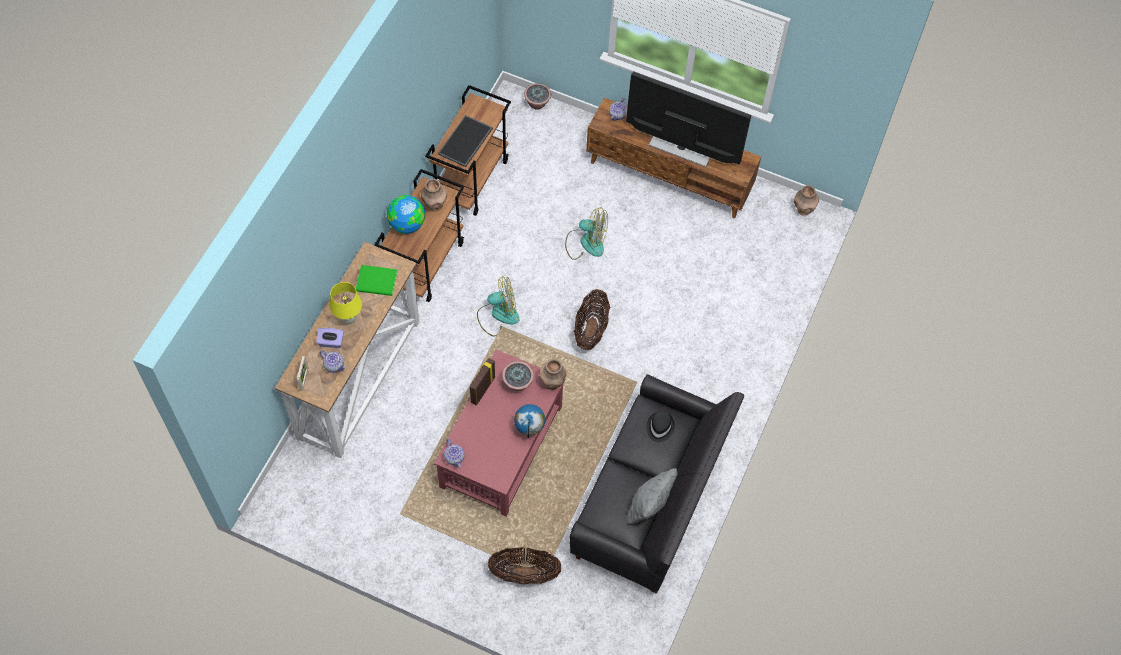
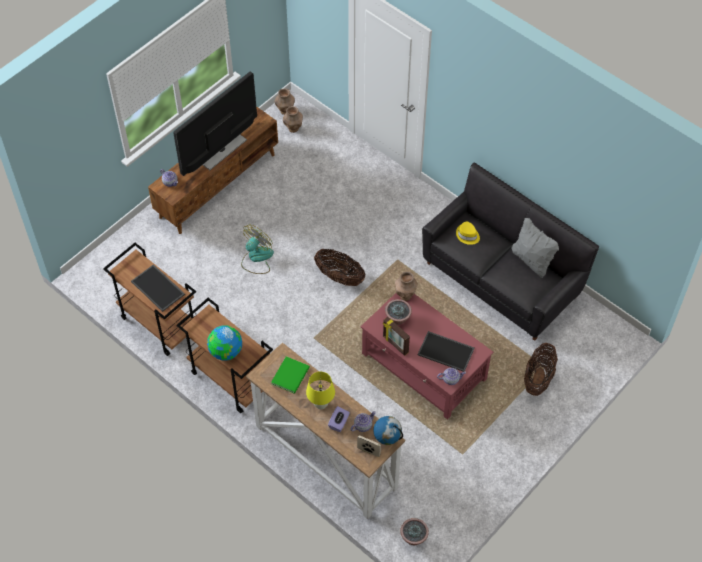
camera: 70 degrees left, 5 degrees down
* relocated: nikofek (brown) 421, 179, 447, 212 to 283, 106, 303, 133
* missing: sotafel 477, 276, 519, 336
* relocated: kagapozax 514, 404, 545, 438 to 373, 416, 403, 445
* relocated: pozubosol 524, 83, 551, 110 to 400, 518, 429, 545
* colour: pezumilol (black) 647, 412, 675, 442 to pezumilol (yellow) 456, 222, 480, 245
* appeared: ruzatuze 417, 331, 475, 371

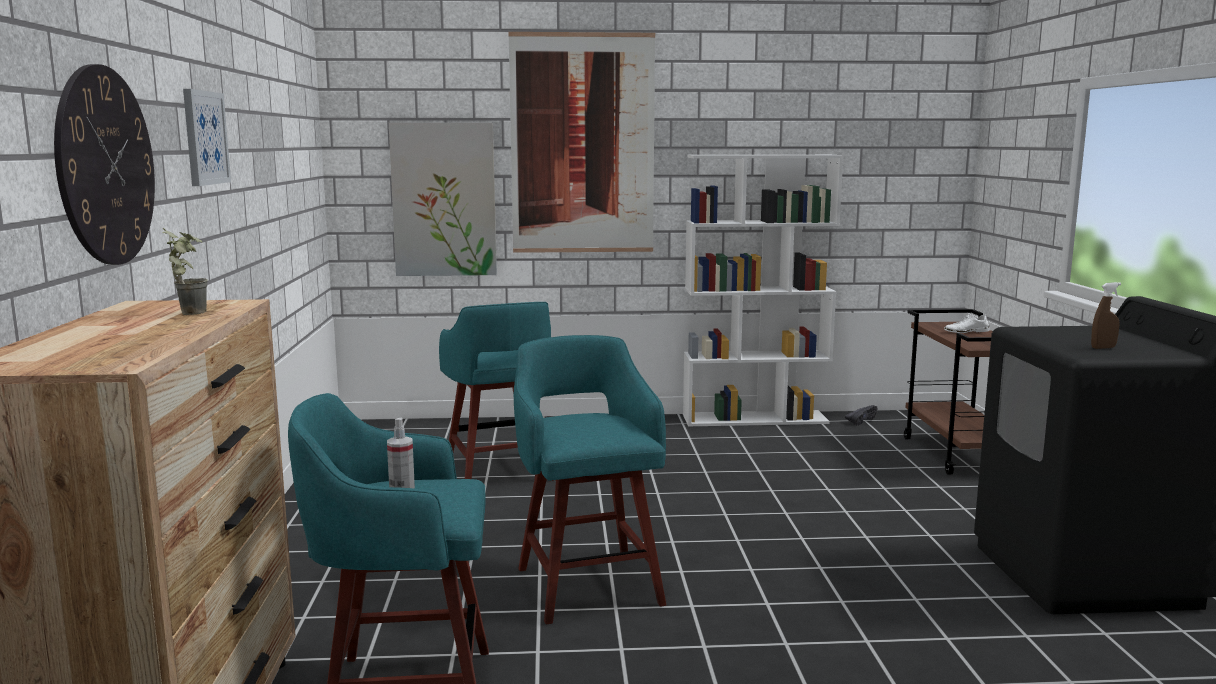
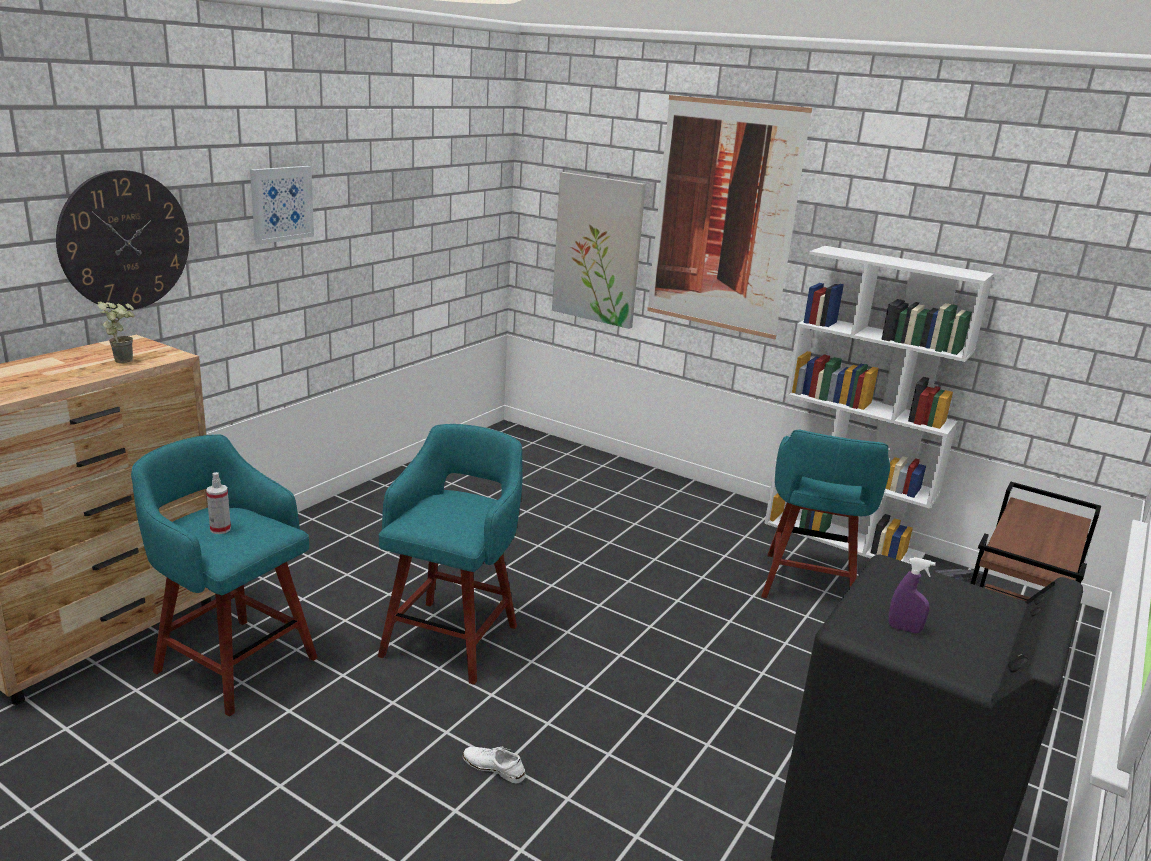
camera: 35 degrees right, 10 degrees up
* relocated: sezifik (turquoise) 439, 302, 554, 481 to 761, 429, 890, 598
* relocated: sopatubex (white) 944, 314, 990, 333 to 463, 747, 525, 783
* colour: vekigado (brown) 1091, 282, 1121, 349 to vekigado (purple) 888, 557, 936, 633

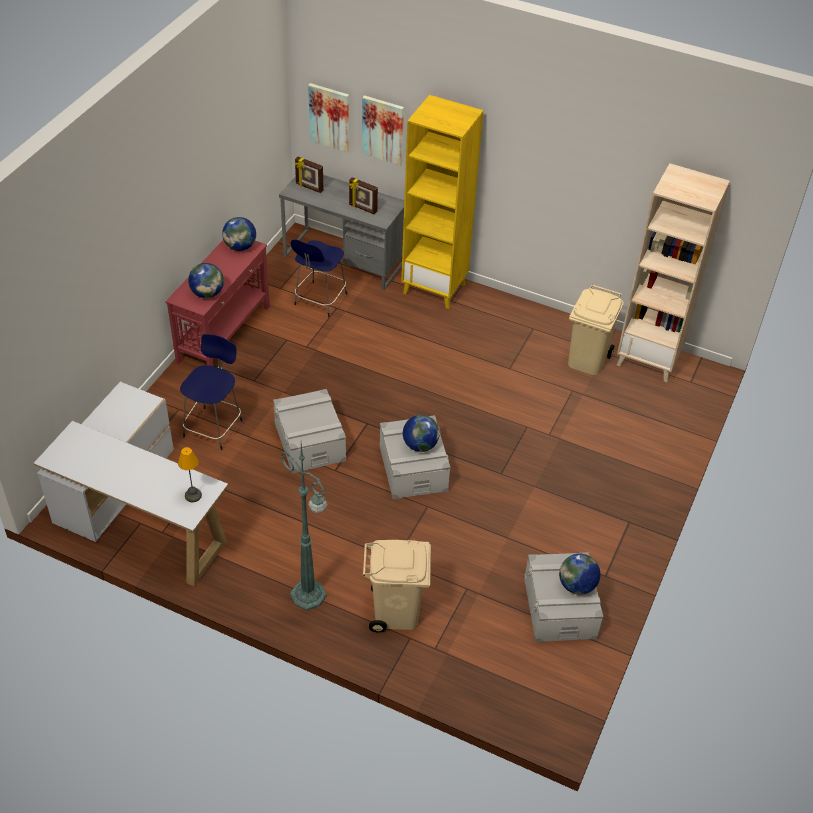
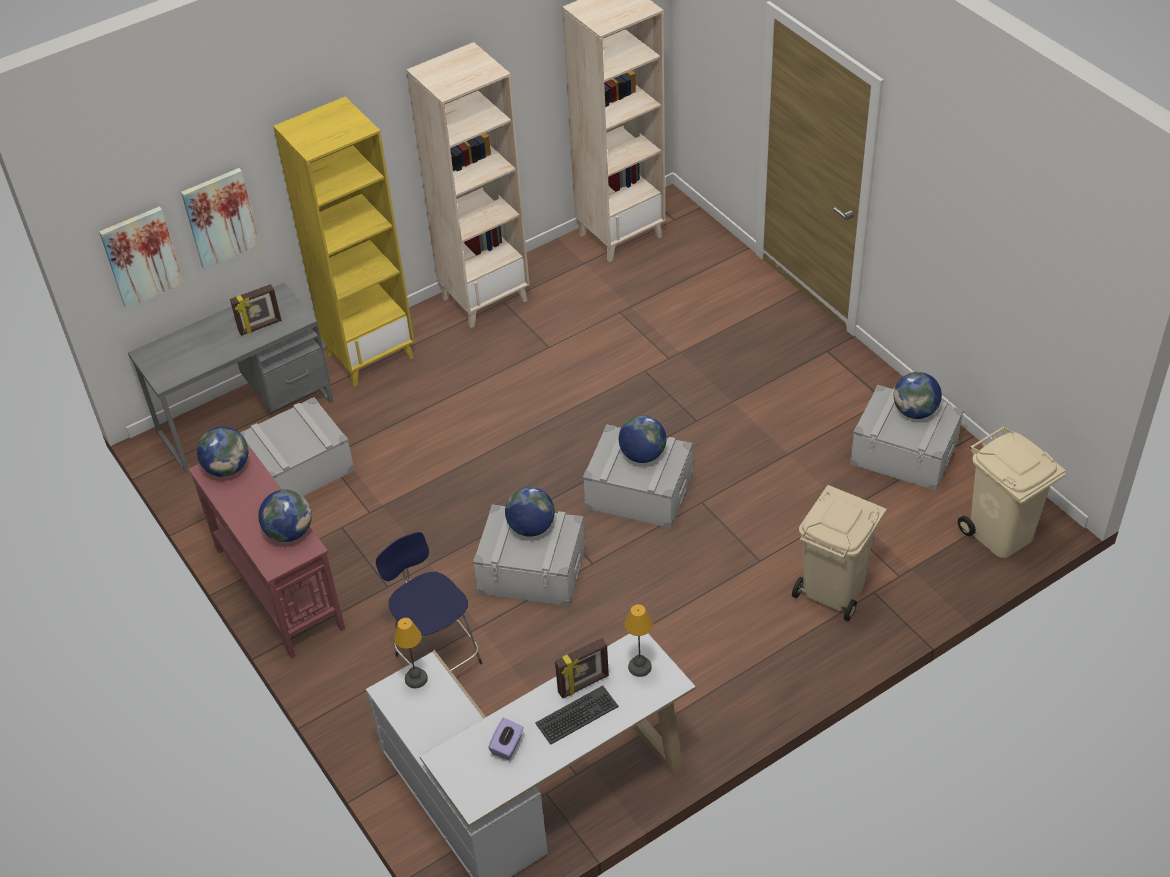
camera: 55 degrees left, 0 degrees up
* missing: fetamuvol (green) 281, 444, 328, 611
* exchanged: sezifik (blue) 291, 239, 347, 317 to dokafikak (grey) 240, 397, 355, 496
* relocated: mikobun 295, 157, 323, 193 to 555, 638, 609, 698
* relocated: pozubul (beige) 568, 284, 624, 375 to 958, 427, 1066, 558
* appeared: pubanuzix 394, 618, 428, 688
* appeared: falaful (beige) 406, 42, 529, 328
* appeared: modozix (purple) 488, 718, 524, 760
* appeared: kagapozax 505, 487, 555, 537
* appeared: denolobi 535, 685, 619, 745

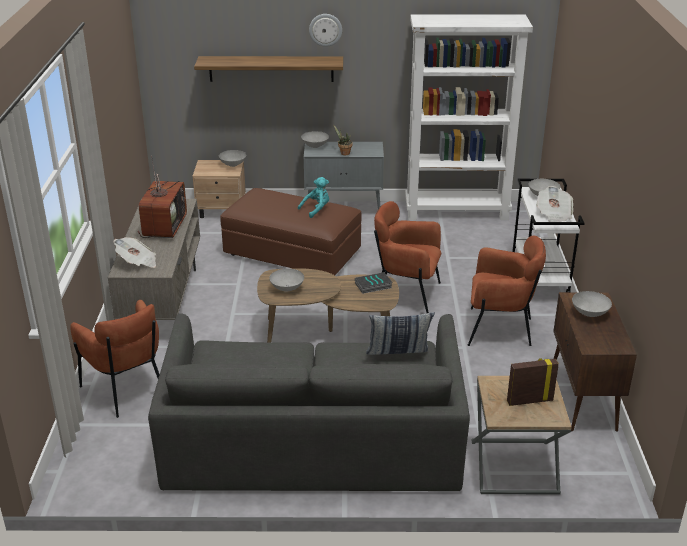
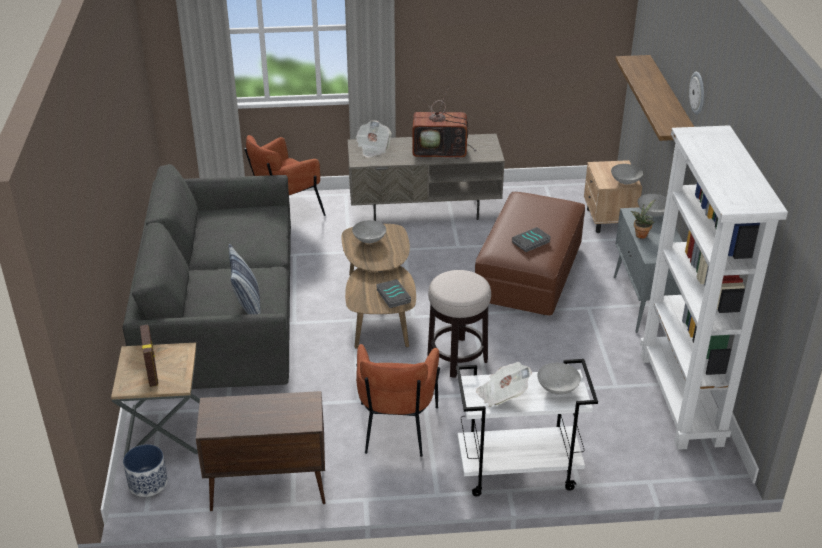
camera: 85 degrees right, 5 degrees up
* exchanged: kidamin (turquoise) 298, 177, 329, 218 to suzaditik 512, 227, 551, 252
* exchanged: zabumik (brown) 374, 201, 441, 313 to sezifik 427, 270, 491, 378
* missing: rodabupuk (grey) 572, 291, 612, 317
* appeared: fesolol 123, 444, 168, 497

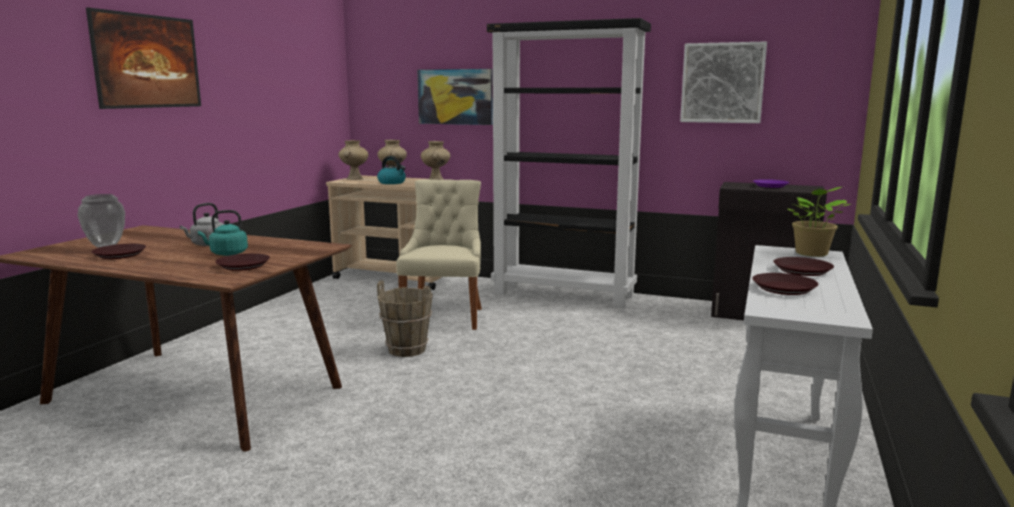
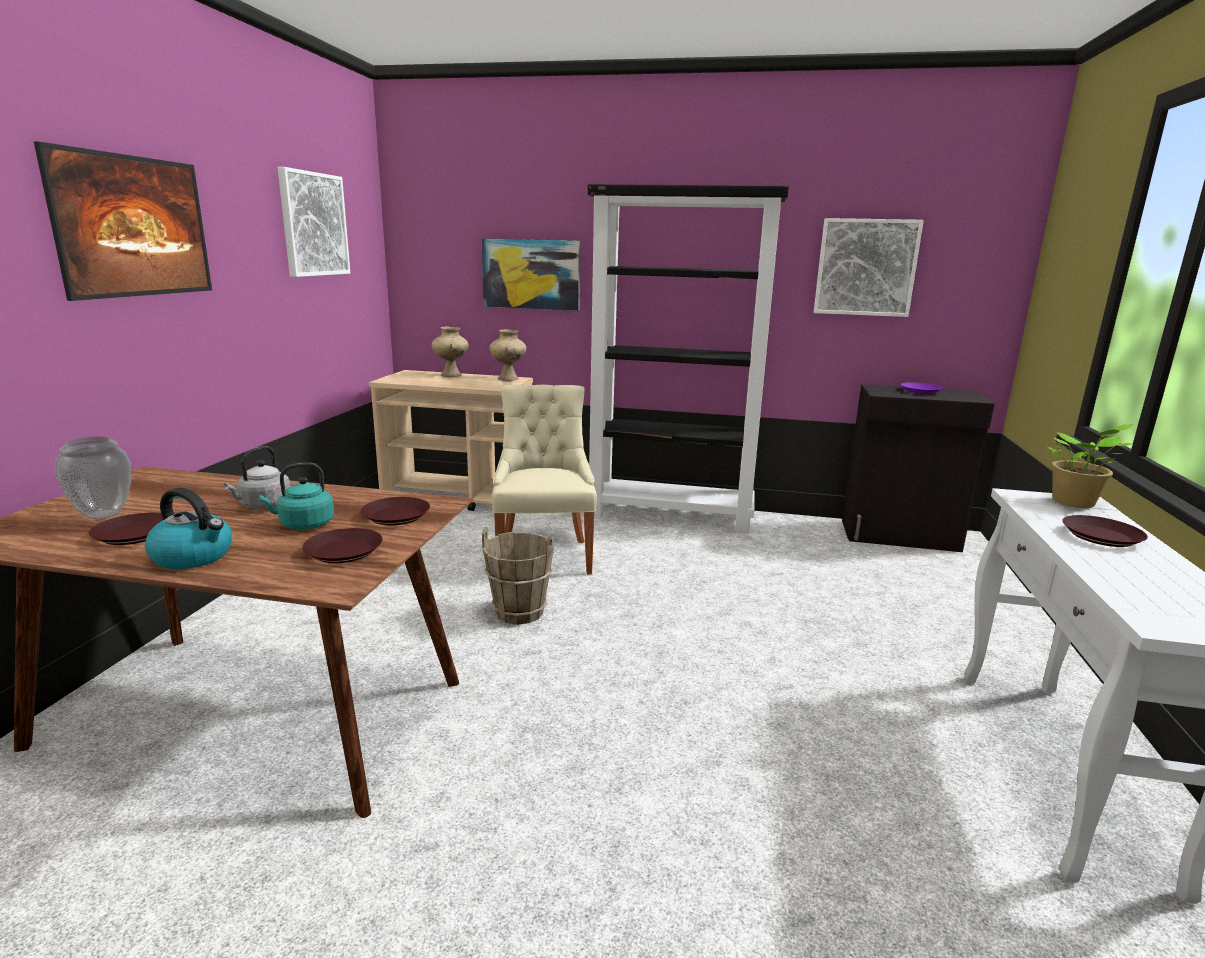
camera: 10 degrees left, 5 degrees up
* missing: nikofek (beige) 339, 140, 369, 180
* relocated: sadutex 377, 156, 406, 184 to 145, 487, 232, 569
* relocated: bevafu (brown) 752, 273, 818, 295 to 361, 497, 430, 525
* appeared: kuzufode 278, 167, 350, 277

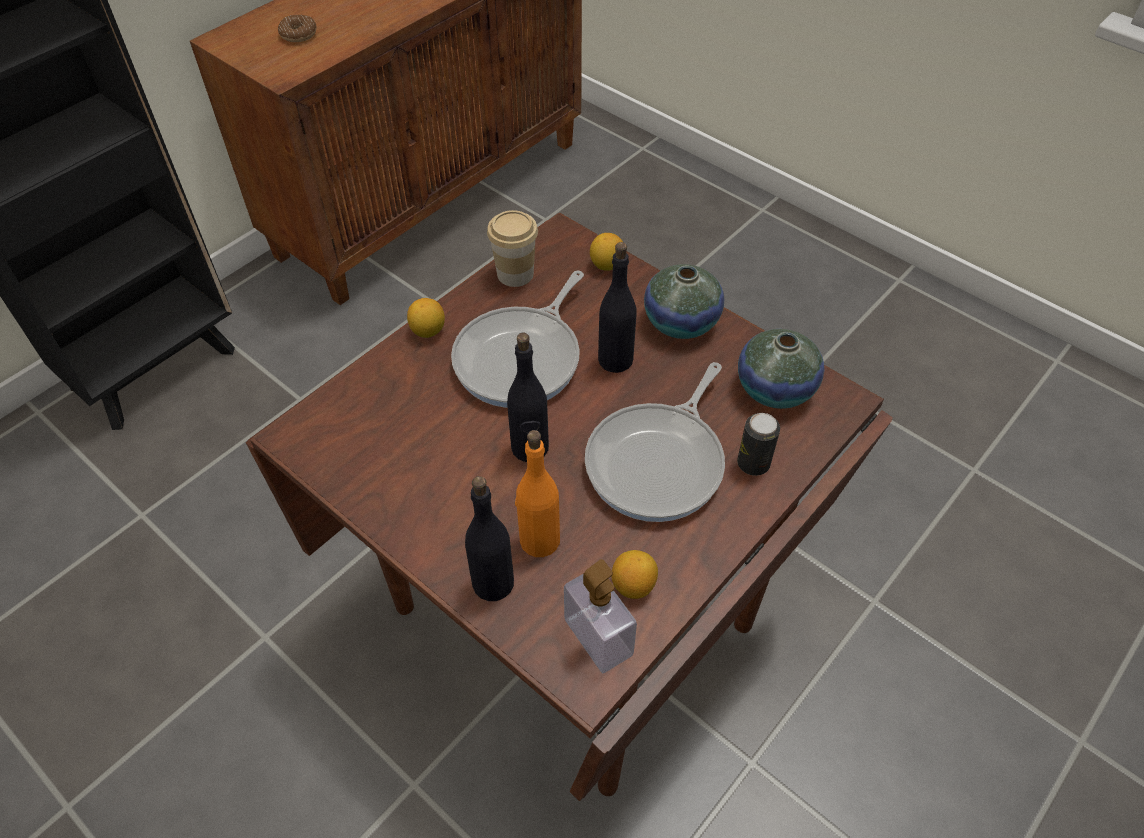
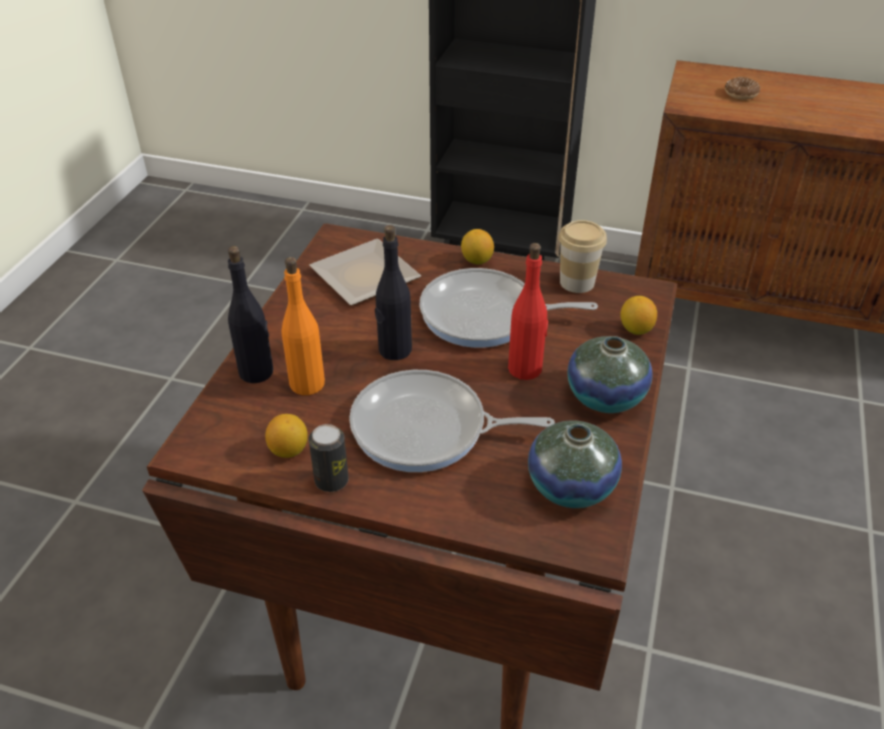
camera: 65 degrees right, 10 degrees down
* missing: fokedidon 564, 559, 637, 673
* colour: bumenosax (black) 598, 242, 637, 373 to bumenosax (red) 508, 243, 548, 380
* relocated: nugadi 737, 413, 780, 476 to 309, 424, 349, 492
* appeared: bevafu 309, 239, 421, 306

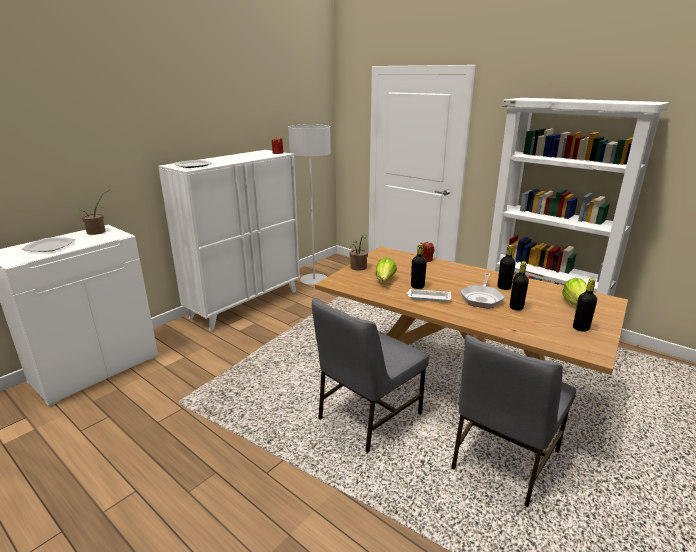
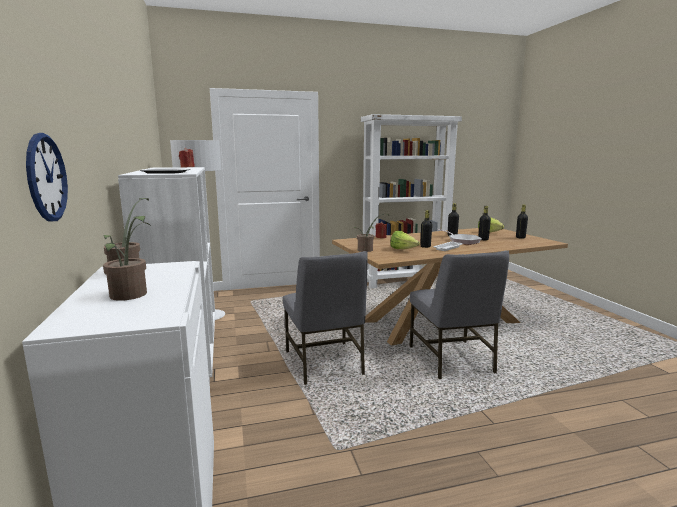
camera: 55 degrees left, 10 degrees down
* exchanged: bevafu 21, 237, 75, 252 to pozubosol 103, 216, 147, 301
* relocated: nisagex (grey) 451, 335, 576, 507 to 283, 251, 368, 385
* appeared: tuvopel 26, 133, 68, 221

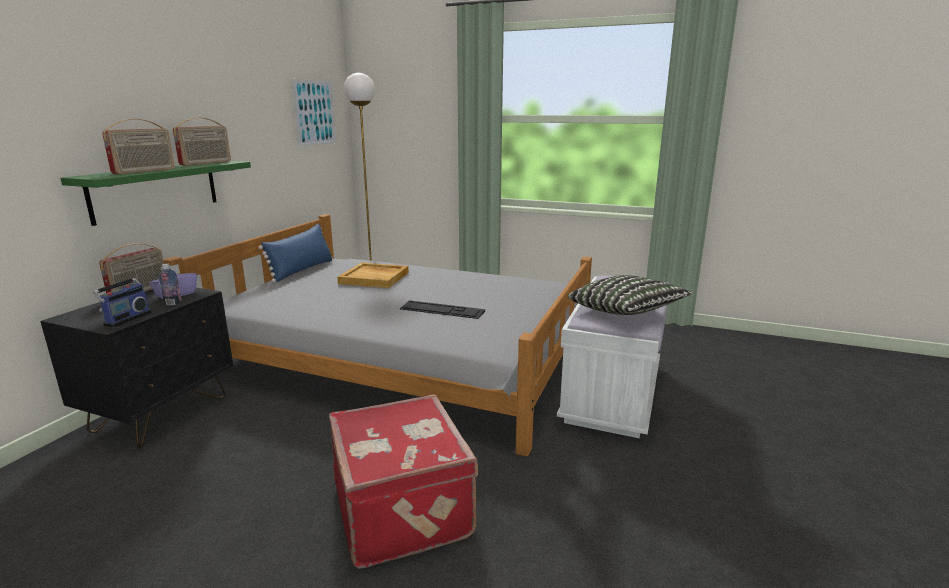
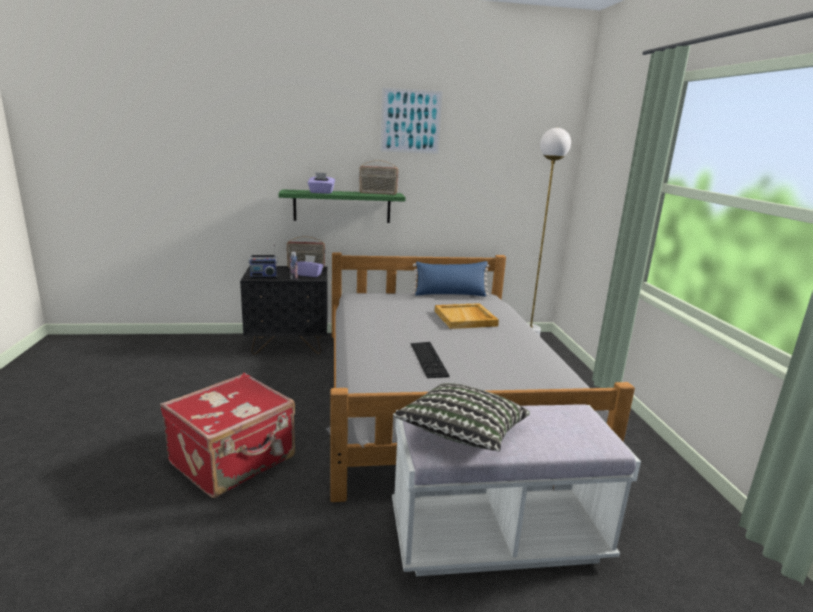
camera: 60 degrees right, 0 degrees up
* exchanged: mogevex 102, 119, 175, 174 to modozix (purple) 308, 172, 335, 194
* relocated: kuzufode 292, 79, 336, 146 to 381, 88, 443, 154

